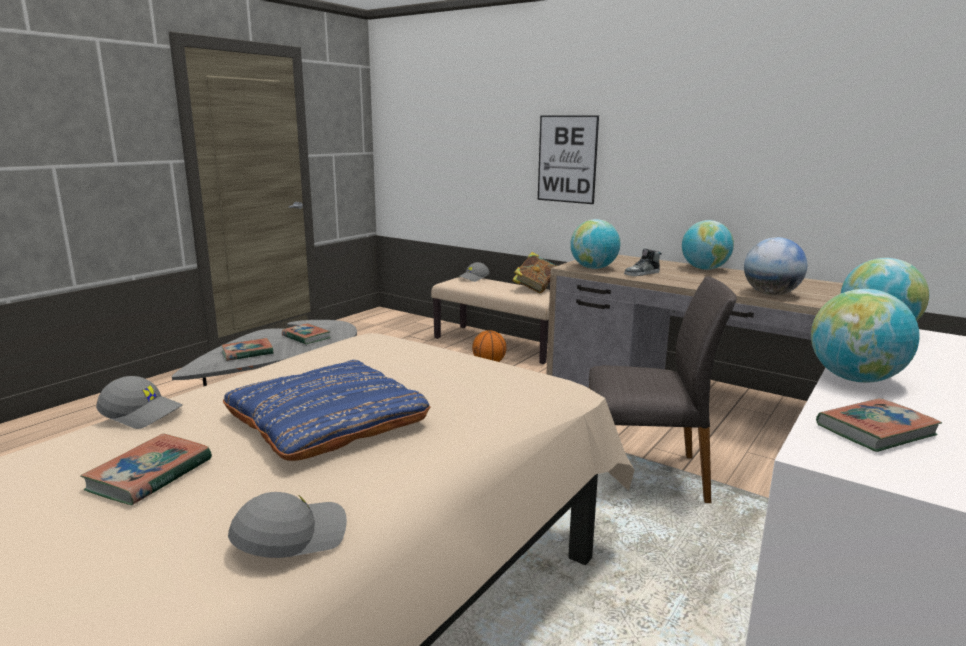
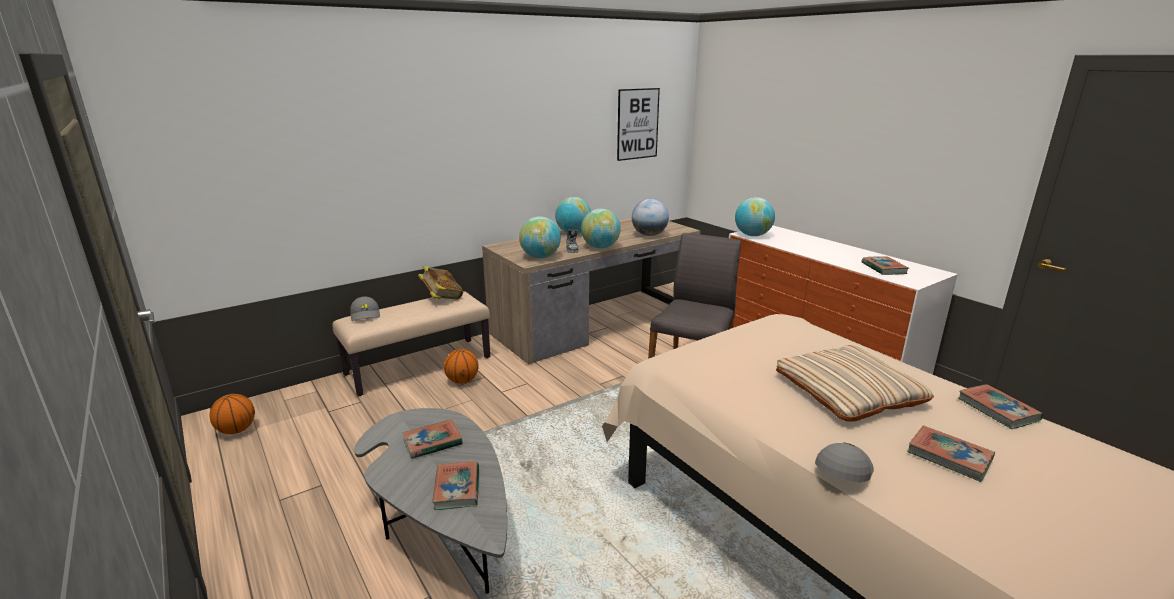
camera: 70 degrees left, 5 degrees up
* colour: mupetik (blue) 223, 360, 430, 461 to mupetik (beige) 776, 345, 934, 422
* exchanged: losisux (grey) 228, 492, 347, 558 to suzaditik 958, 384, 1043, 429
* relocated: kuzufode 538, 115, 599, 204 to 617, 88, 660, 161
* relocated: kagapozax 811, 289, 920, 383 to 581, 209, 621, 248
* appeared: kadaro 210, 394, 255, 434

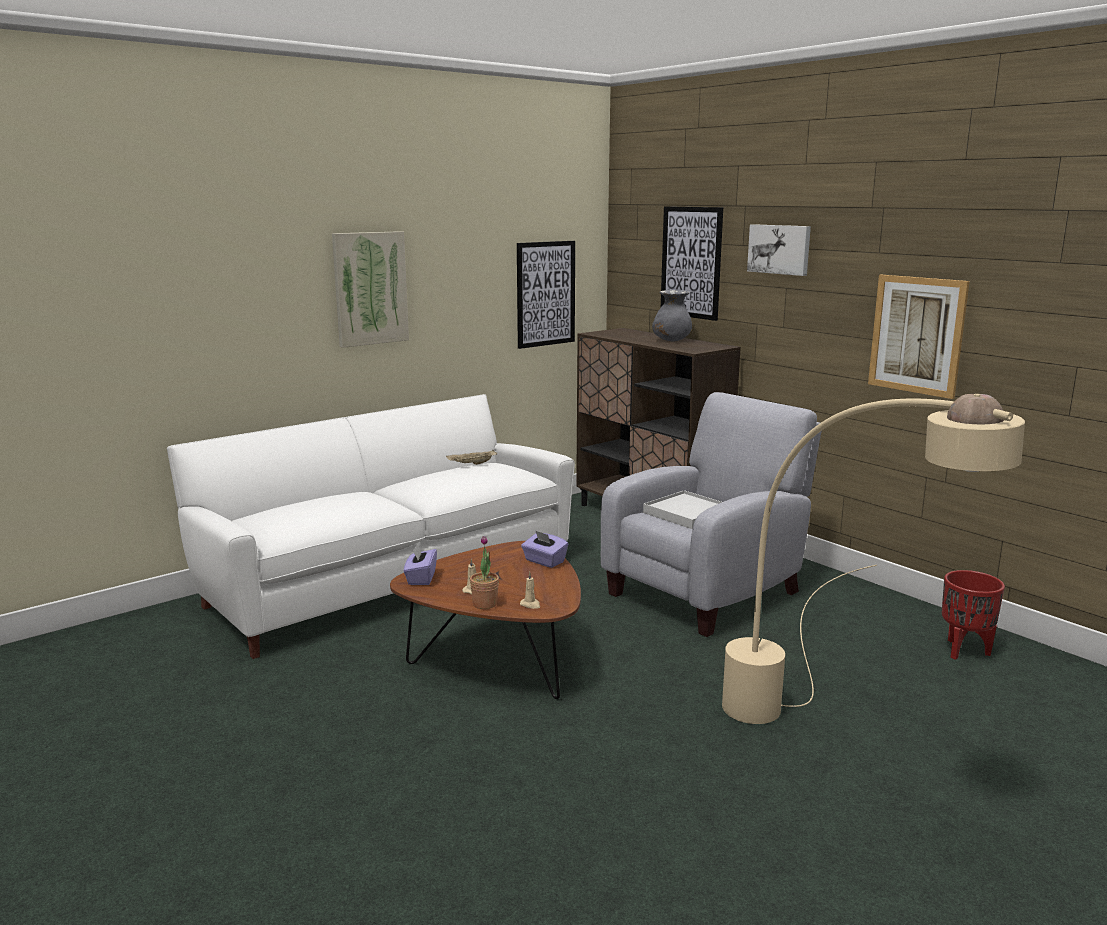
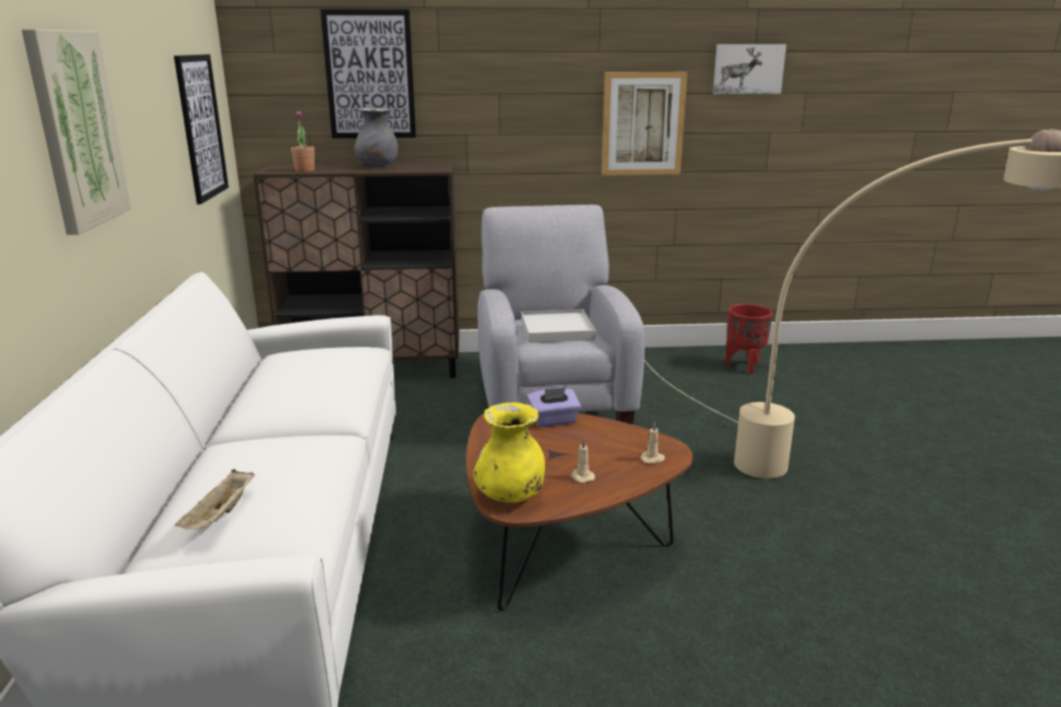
camera: 55 degrees left, 5 degrees up
* exchanged: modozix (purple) 404, 543, 437, 585 to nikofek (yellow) 473, 402, 545, 503
* relocated: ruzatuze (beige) 446, 449, 497, 465 to 175, 469, 255, 530
* relocated: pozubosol 470, 536, 499, 609 to 291, 111, 315, 172
* relocated: kuzufode 747, 224, 811, 276 to 713, 44, 787, 94

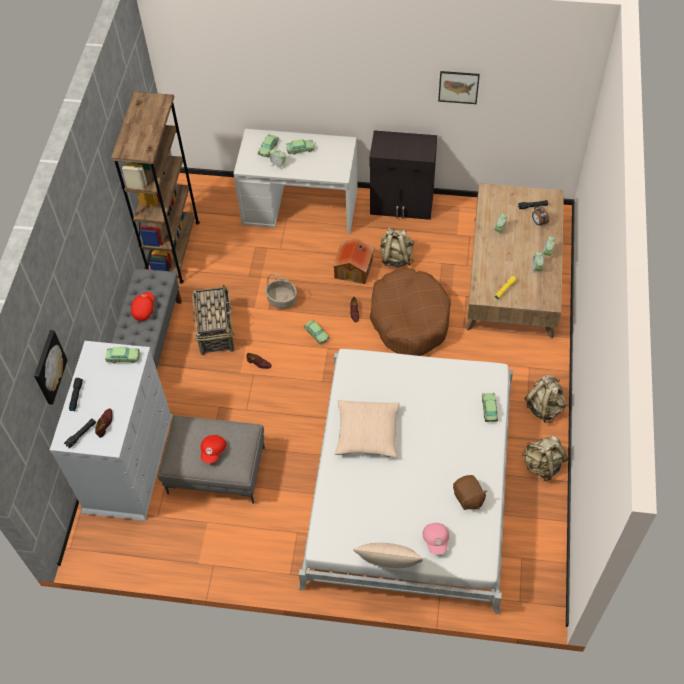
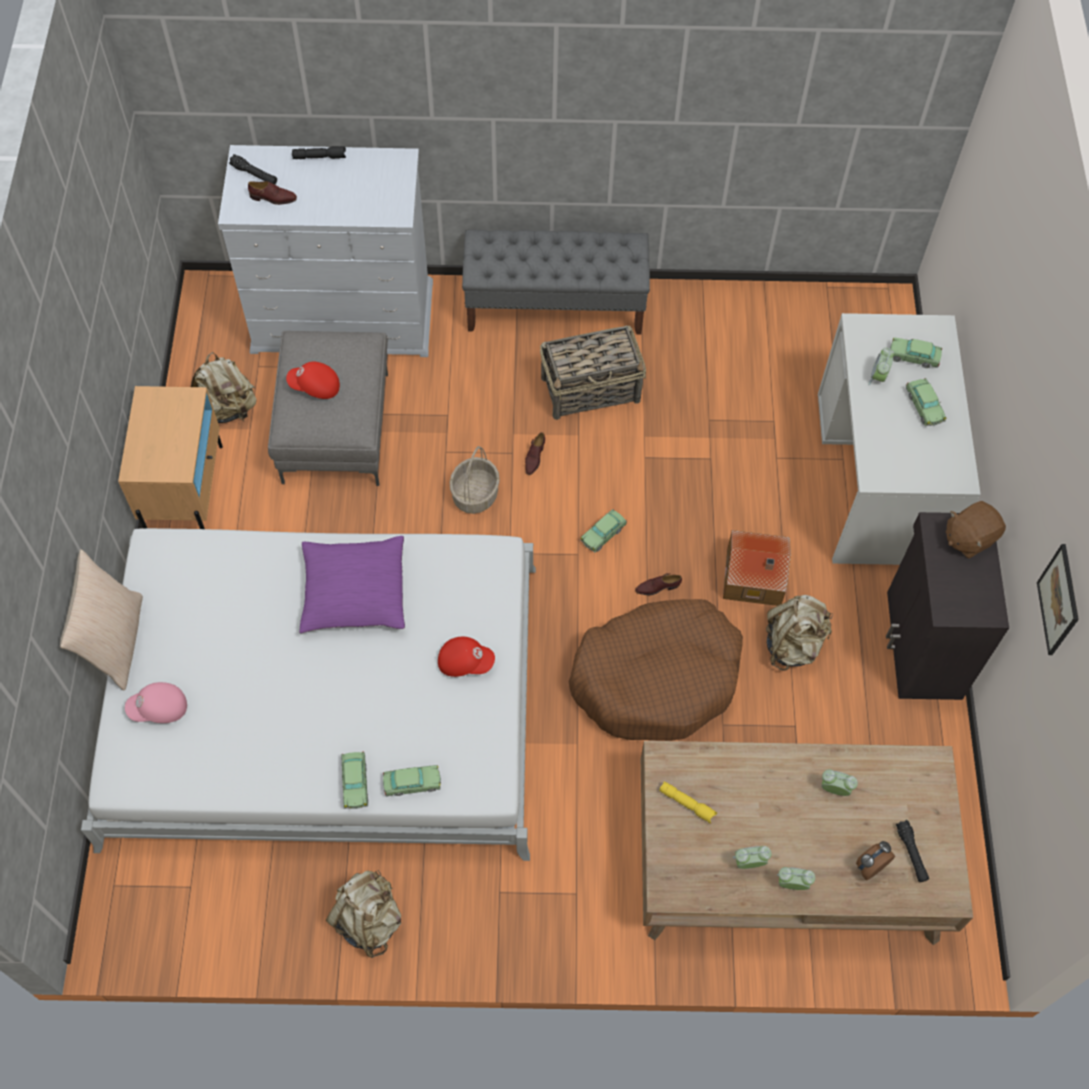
camera: 80 degrees right, 5 degrees up
* missing: kuzufode 34, 330, 67, 405
* relocated: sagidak 105, 347, 140, 363 to 341, 752, 368, 809
* missing: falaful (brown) 111, 92, 200, 284
* relocated: losisux (red) 131, 292, 154, 321 to 438, 637, 495, 677
* relocated: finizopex 265, 273, 297, 309 to 450, 446, 500, 514
* colour: mupetik (beige) 335, 400, 400, 458 to mupetik (purple) 299, 536, 405, 633
* relocated: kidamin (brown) 453, 475, 487, 510 to 945, 501, 1006, 559
* relocated: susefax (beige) 525, 375, 566, 423 to 190, 352, 257, 423
* appeared: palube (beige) 118, 386, 223, 529

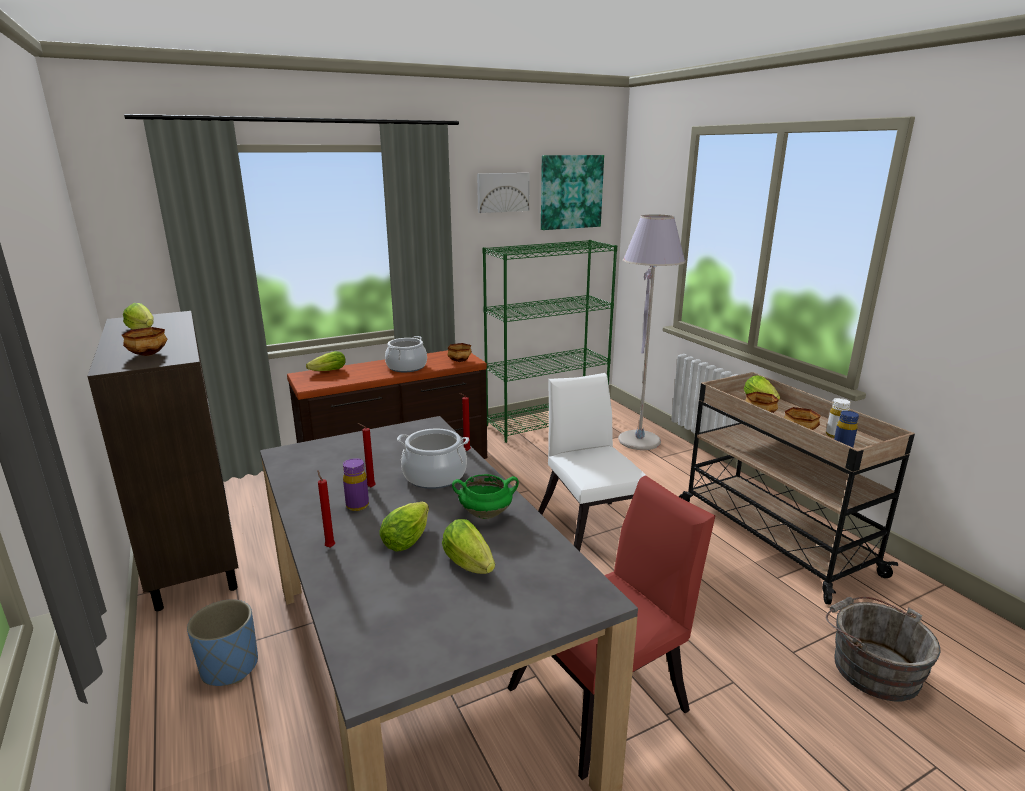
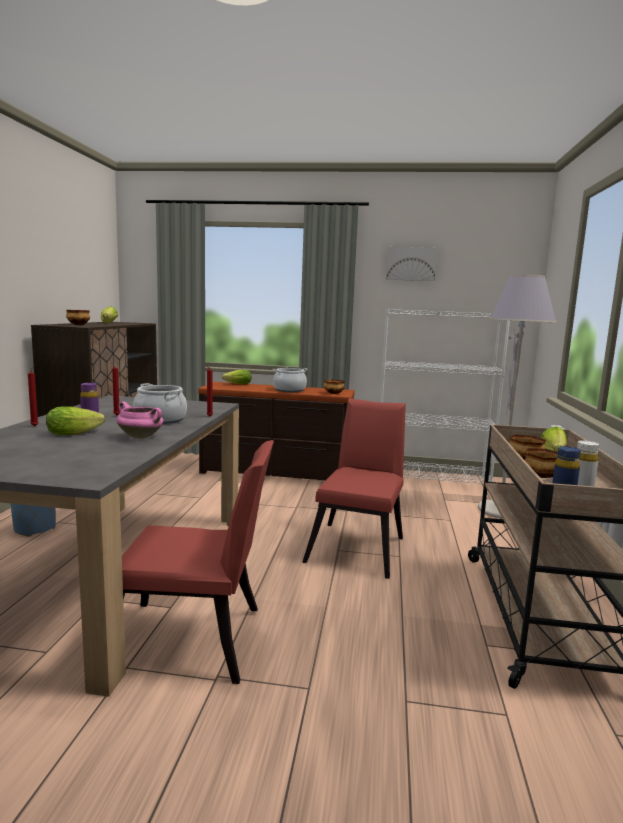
camera: 35 degrees right, 10 degrees down
* missing: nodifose 442, 519, 495, 574
* colour: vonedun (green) 452, 474, 519, 519 to vonedun (pink) 117, 402, 163, 439
* colour: falaful (green) 482, 240, 617, 443 to falaful (white) 380, 309, 510, 484
* colour: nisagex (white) 538, 373, 648, 551 to nisagex (red) 302, 398, 406, 579
* missing: kuzufode 541, 155, 604, 230
* missing: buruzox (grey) 826, 597, 940, 702

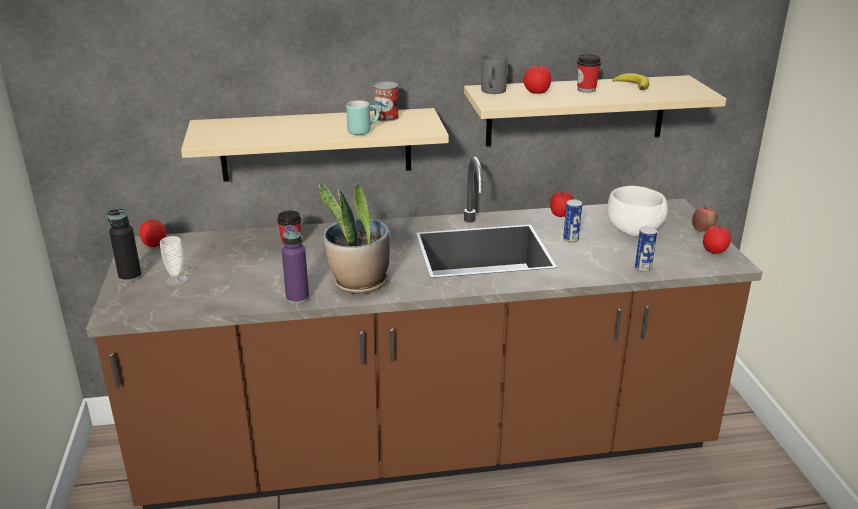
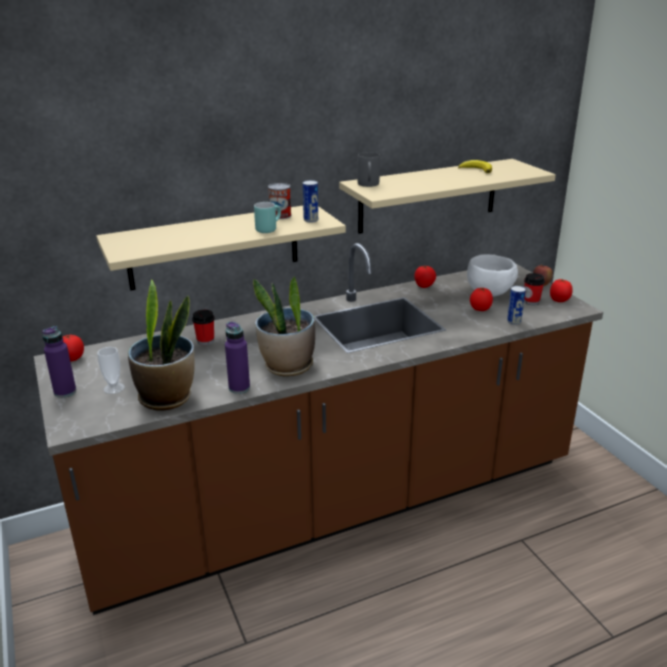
camera: 15 degrees left, 0 degrees up
* colour: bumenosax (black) 107, 208, 142, 282 to bumenosax (purple) 42, 326, 76, 398
* relocated: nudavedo 523, 65, 551, 94 to 470, 287, 493, 311
* relocated: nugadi 563, 199, 582, 243 to 303, 180, 318, 223
* relocated: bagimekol 577, 54, 601, 93 to 524, 273, 545, 305
* appeared: pozubosol 128, 280, 195, 410

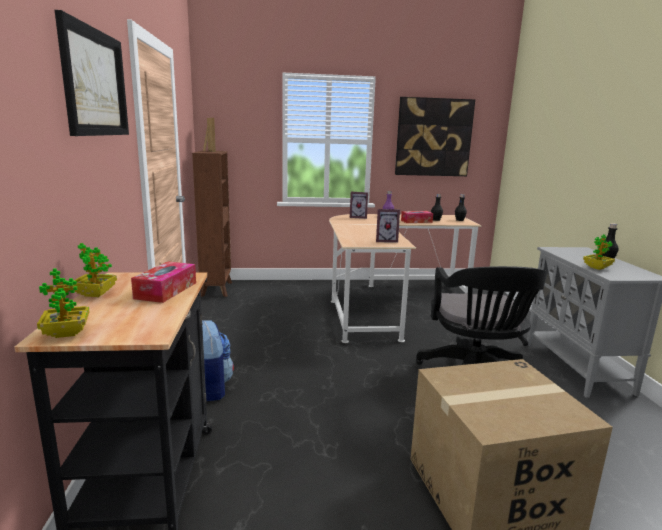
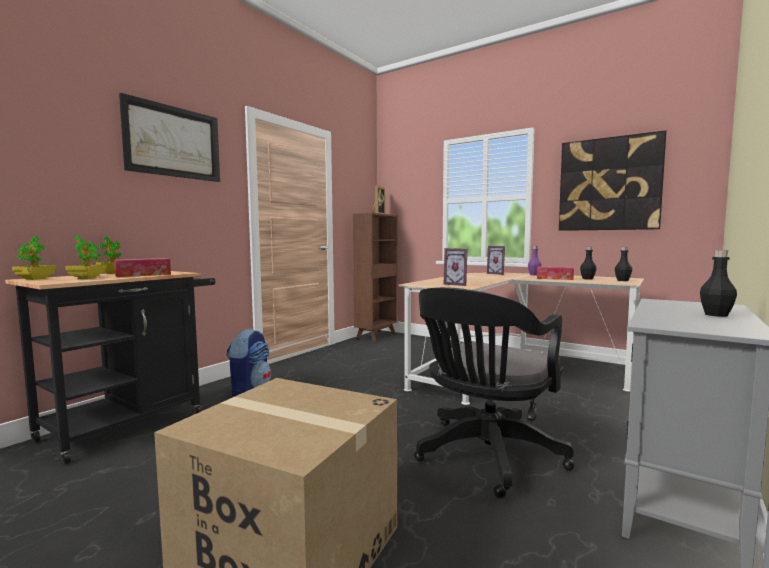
camera: 40 degrees right, 10 degrees down
* relocated: pozubosol 583, 234, 615, 270 to 65, 236, 107, 279

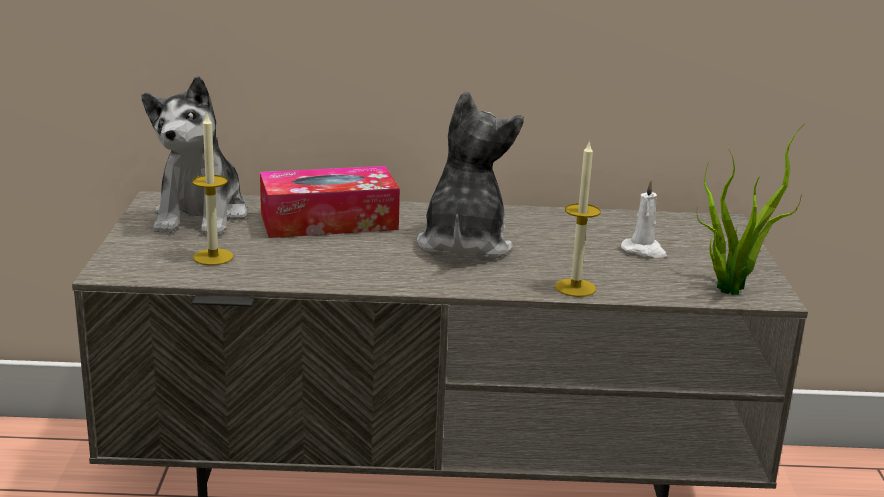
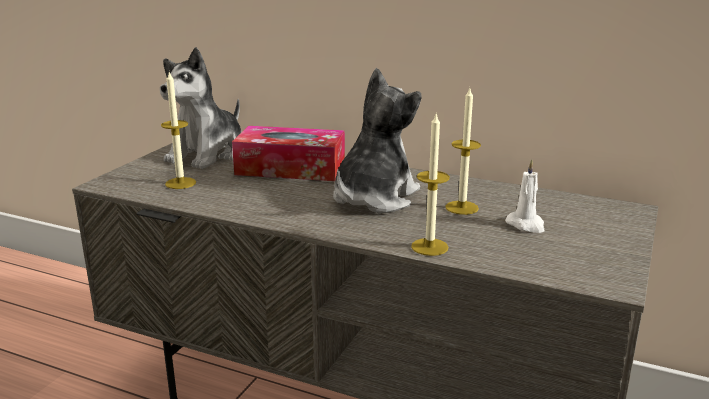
camera: 25 degrees right, 0 degrees up
* missing: pozubosol 697, 123, 805, 295
* appeared: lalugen 445, 88, 481, 215

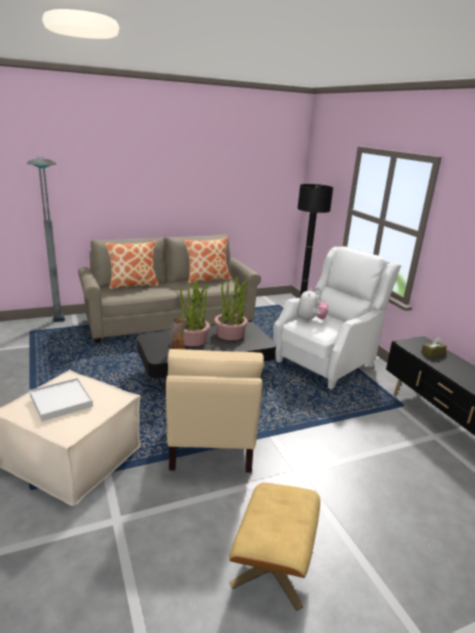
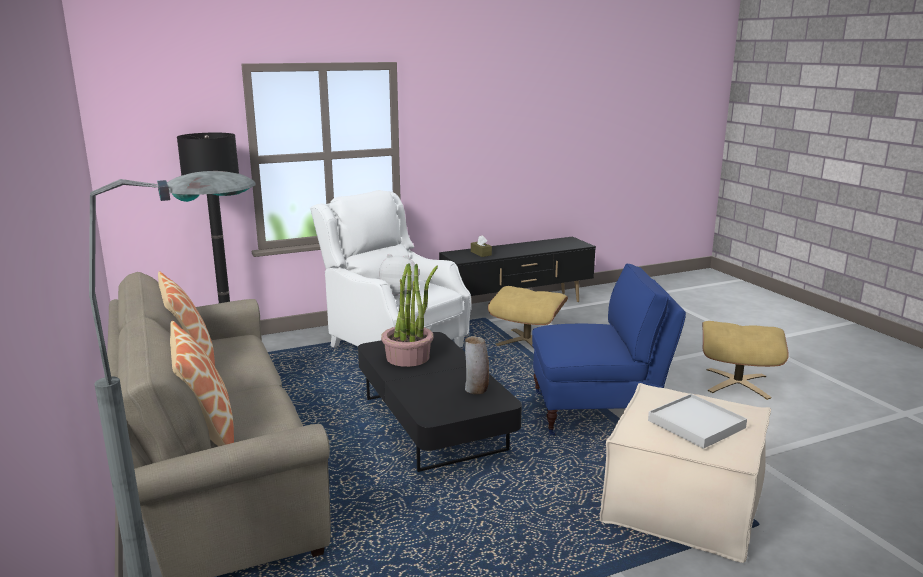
camera: 90 degrees left, 5 degrees down
* colour: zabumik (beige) 166, 349, 264, 473 to zabumik (blue) 532, 264, 686, 436
* missing: pozubosol 180, 280, 210, 346
* appeared: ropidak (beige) 488, 286, 568, 347

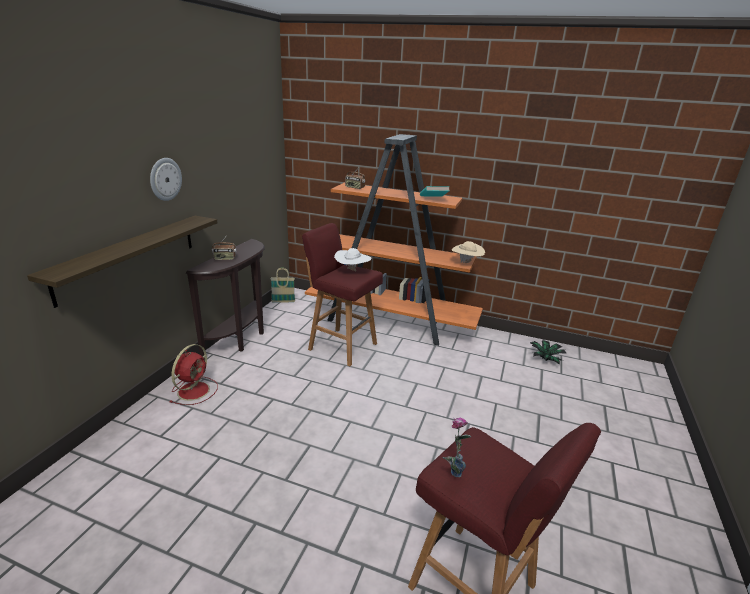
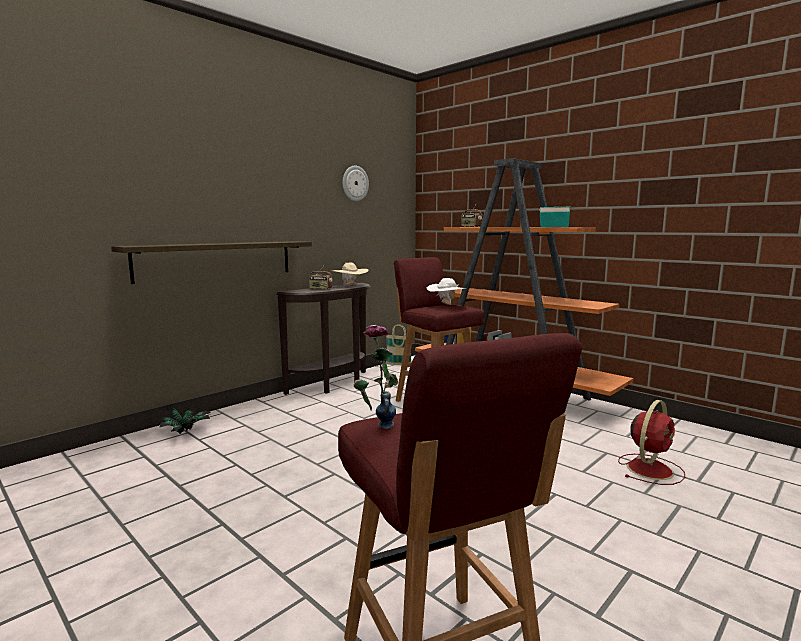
camera: 25 degrees right, 15 degrees down
* relocated: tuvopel 150, 158, 182, 201 to 343, 166, 369, 201
* relocated: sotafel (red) 169, 344, 218, 405 to 618, 400, 685, 485
* relocated: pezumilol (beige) 452, 241, 485, 263 to 331, 263, 368, 286
* relocated: pozubosol 530, 341, 567, 365 to 155, 407, 210, 434

